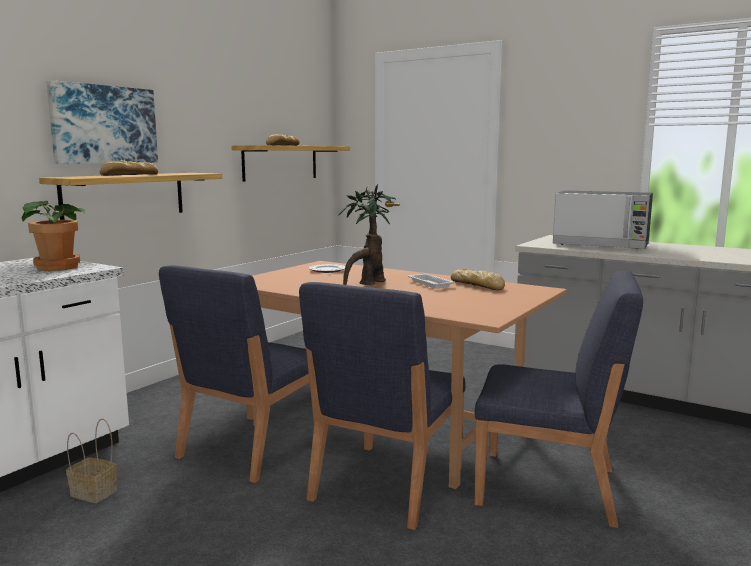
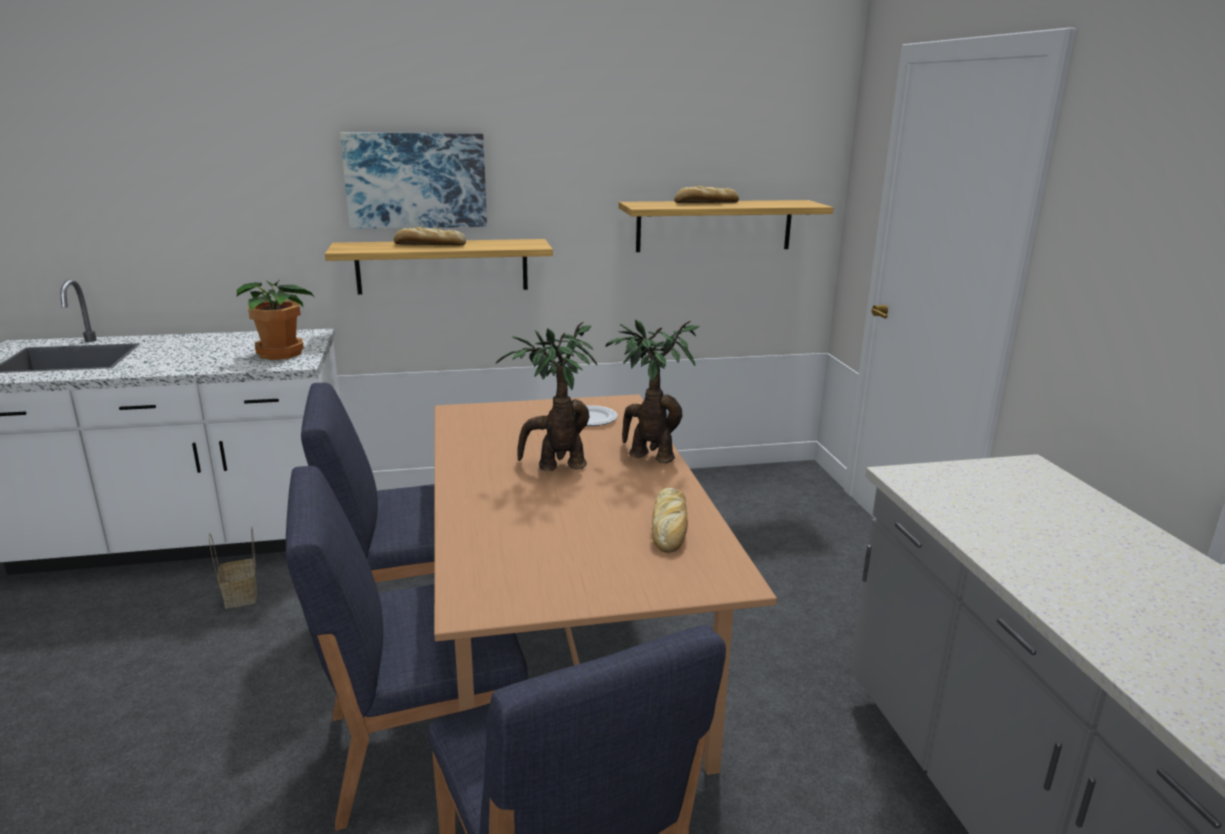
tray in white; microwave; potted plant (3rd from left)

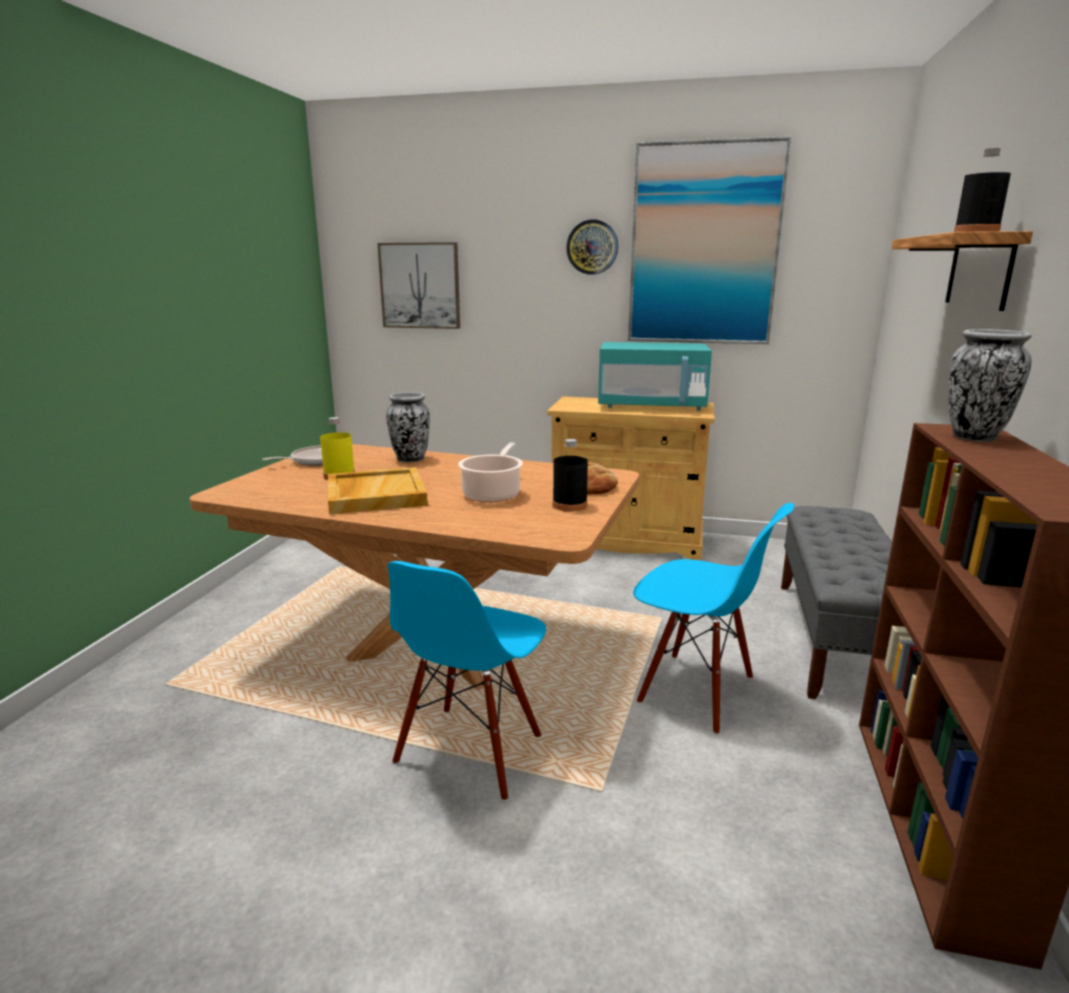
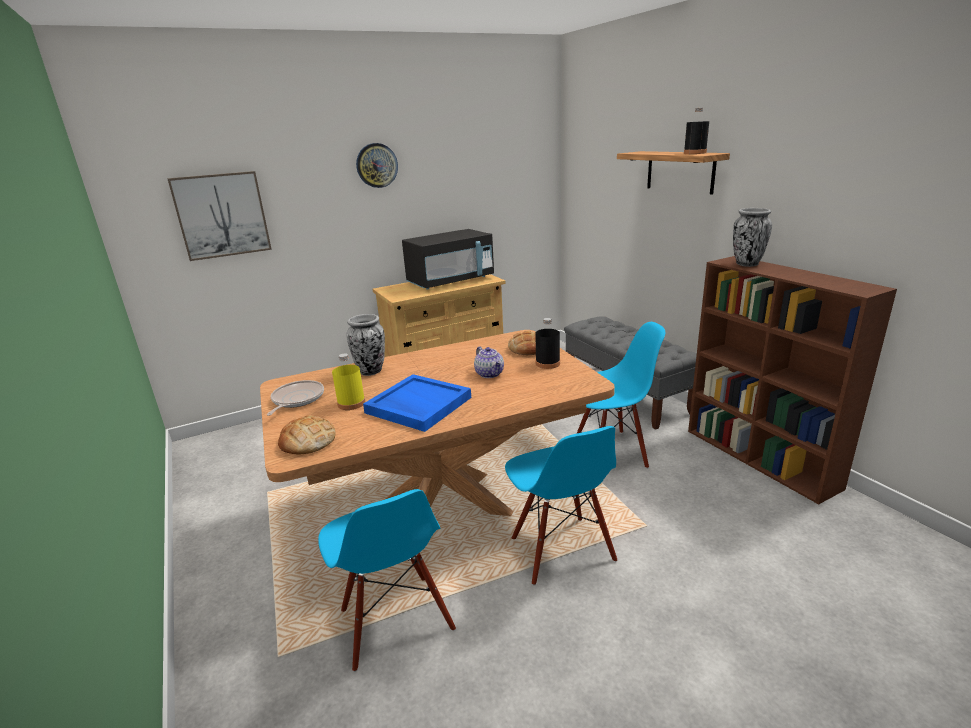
picture (2nd from left in the first image); bread (1st from left); chair in blue (1st from left); teapot; tray in blue; microwave in black

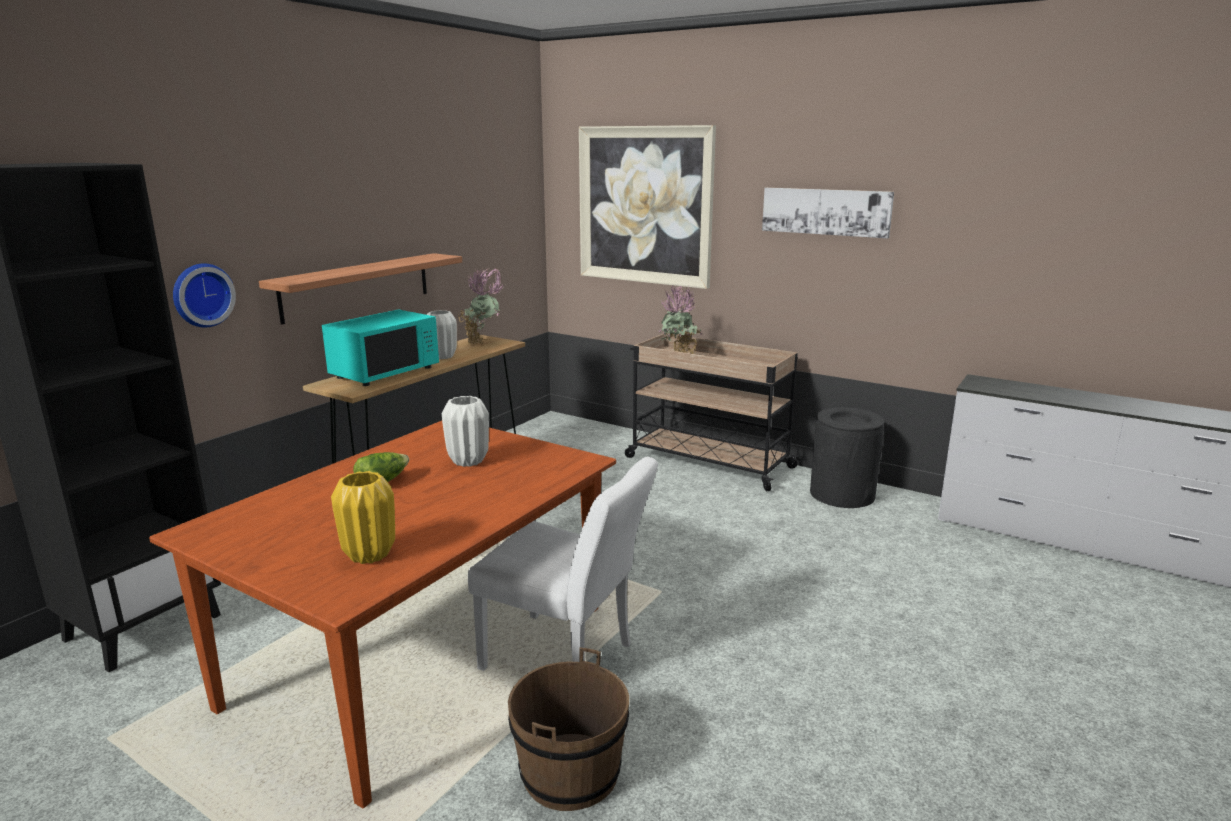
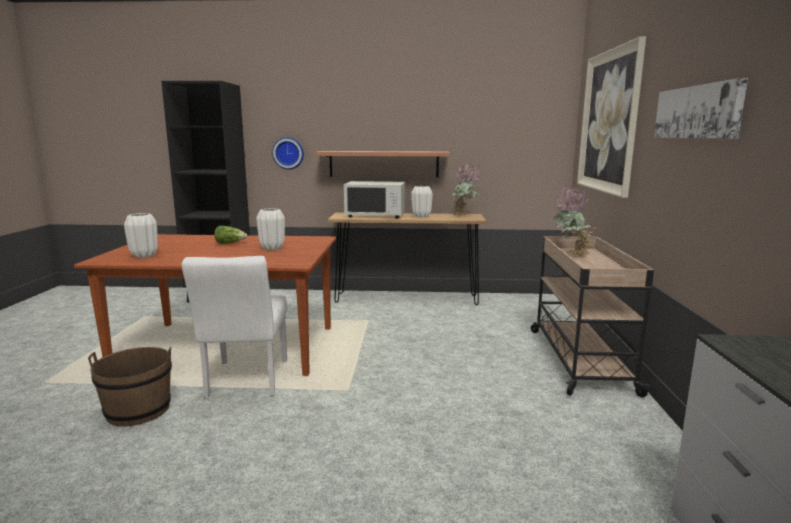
trash can in black; microwave in white; vase in white (1st from left)

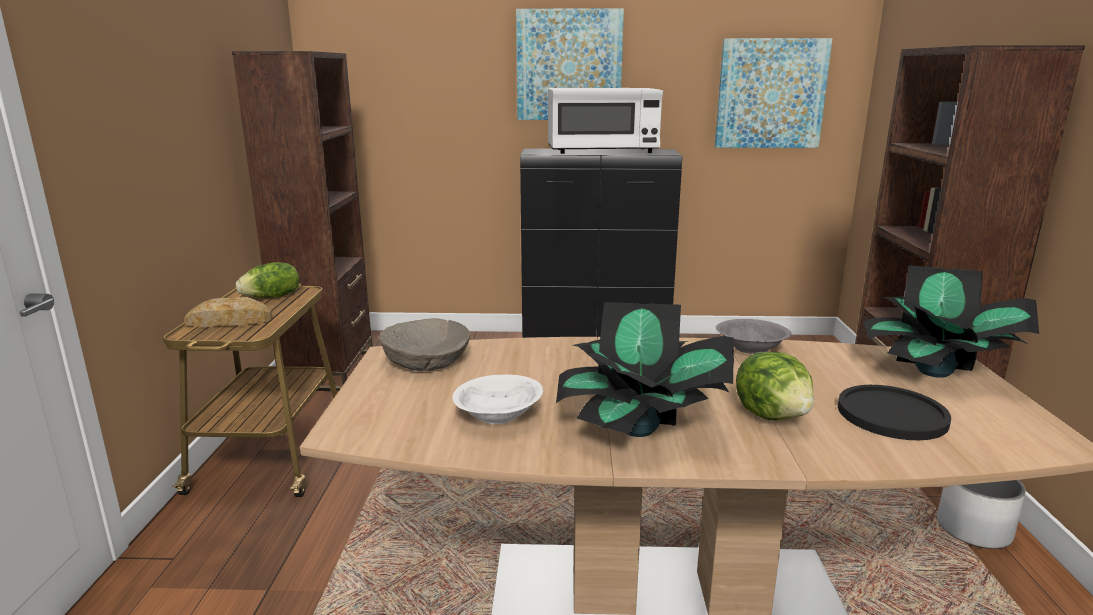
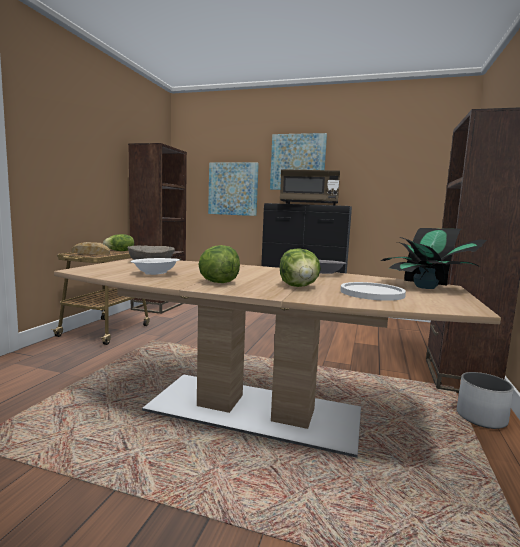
picture (1st from left); lettuce (2nd from left); microwave in brown; plate in white

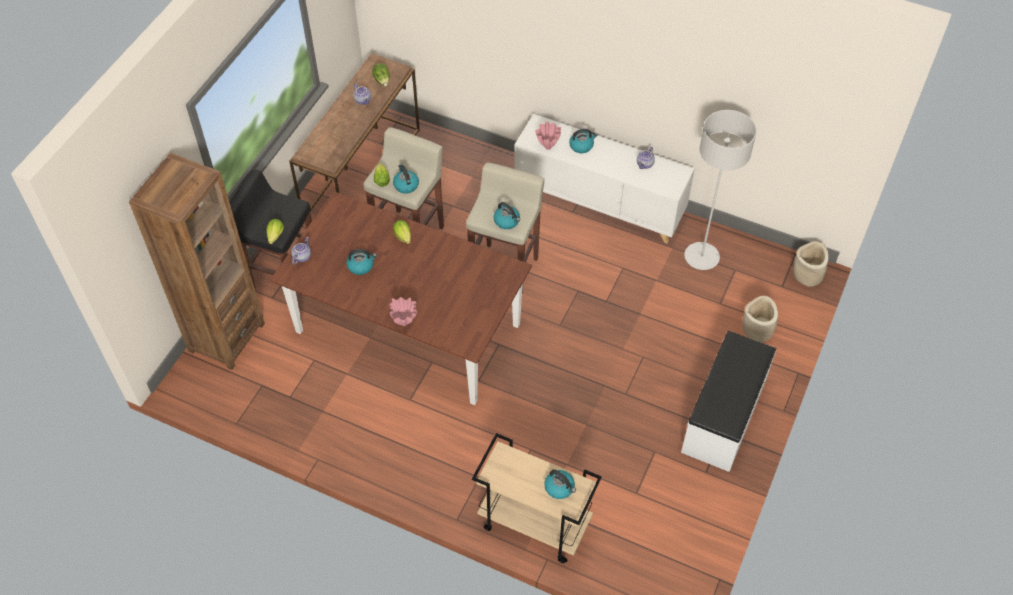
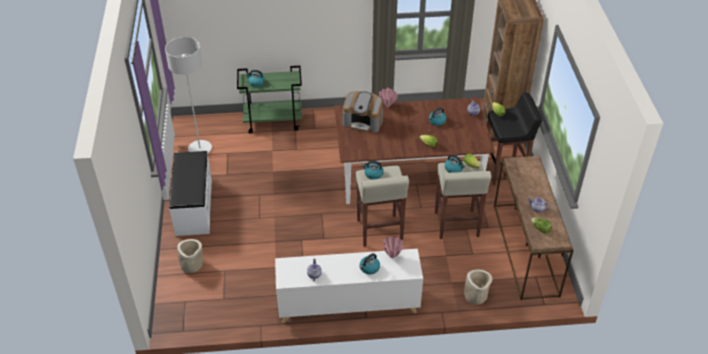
coffee machine; floor lamp in grey; planter in beige (2nd from left); cart in green

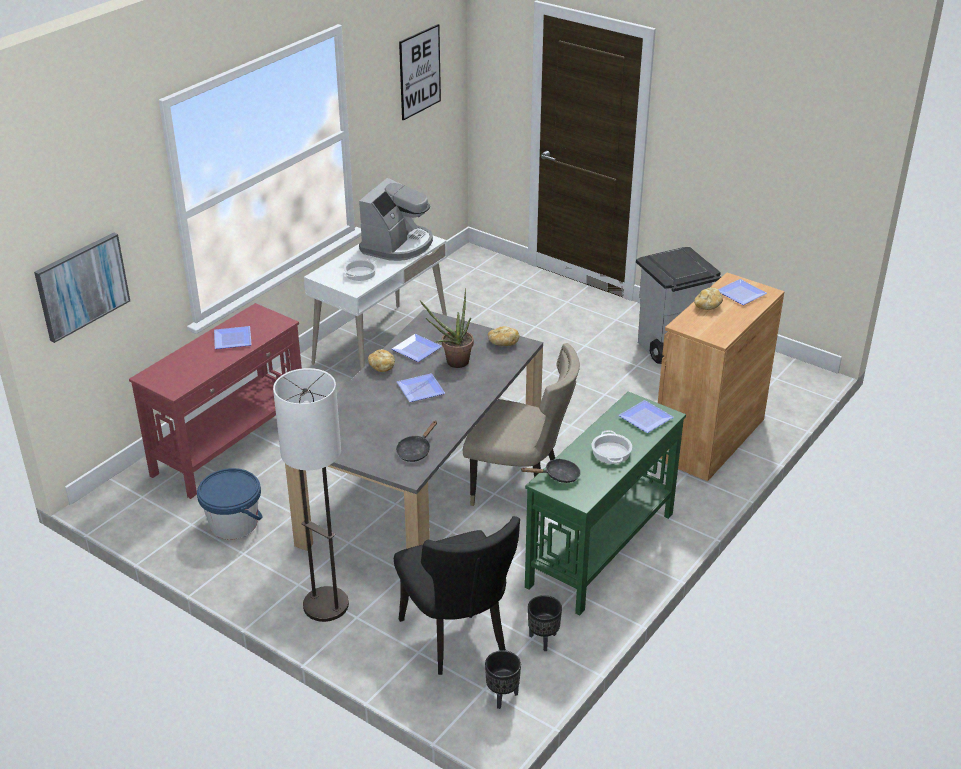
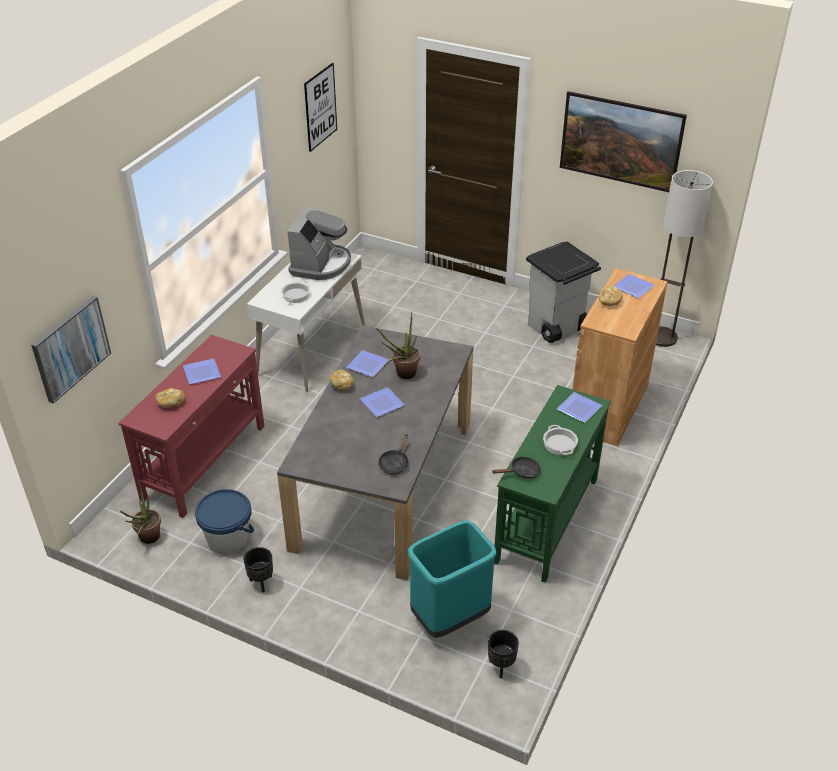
chair in beige; potted plant (1st from left); picture (3rd from left); floor lamp; bread (1st from left); planter in black (1st from left); trash can in turquoise

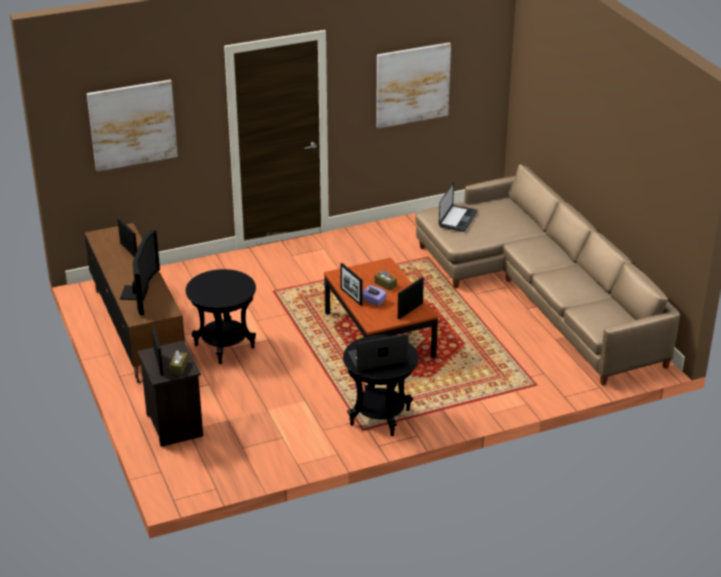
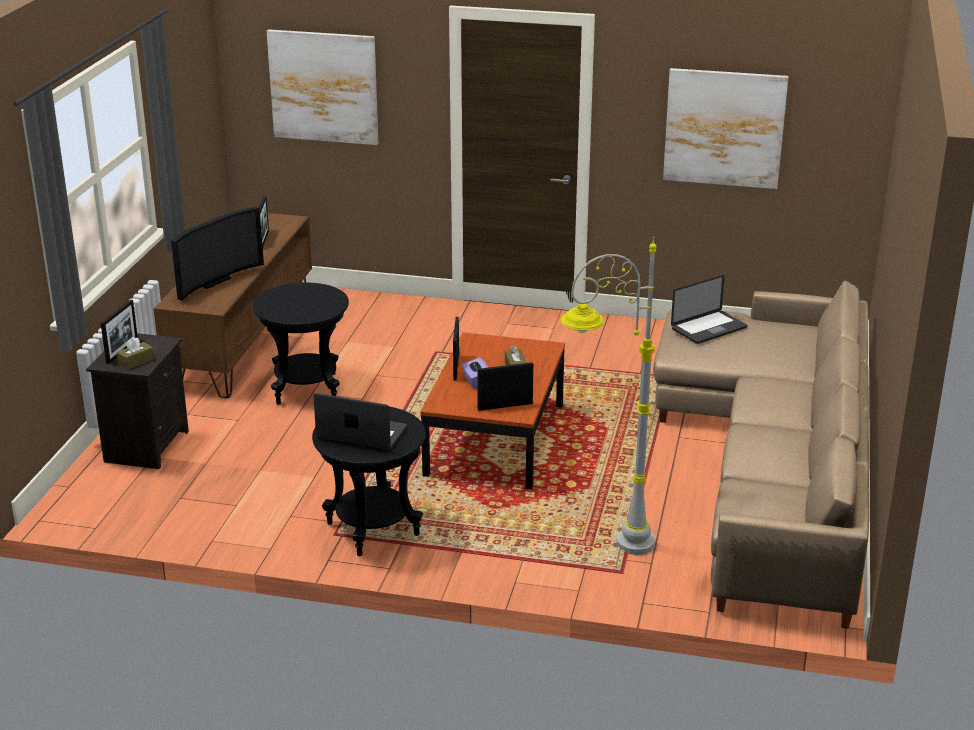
floor lamp in grey

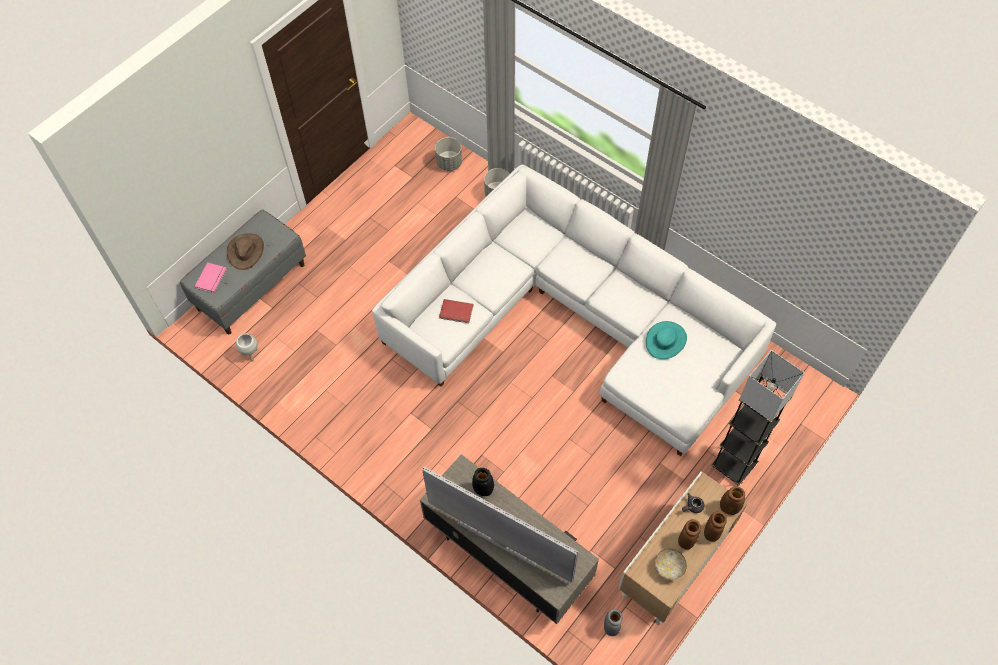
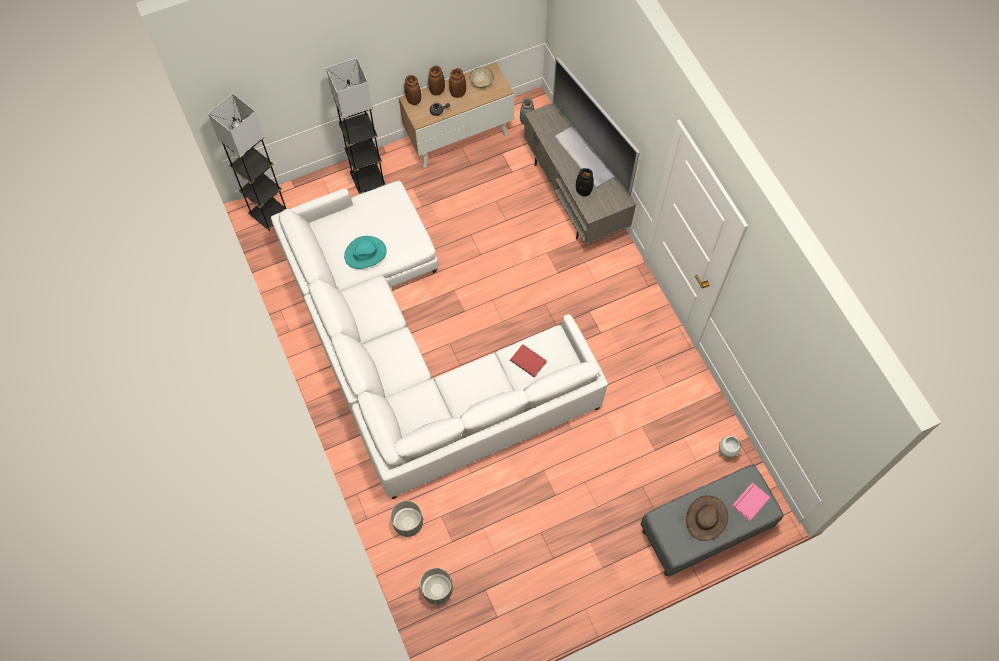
floor lamp in grey (1st from left)

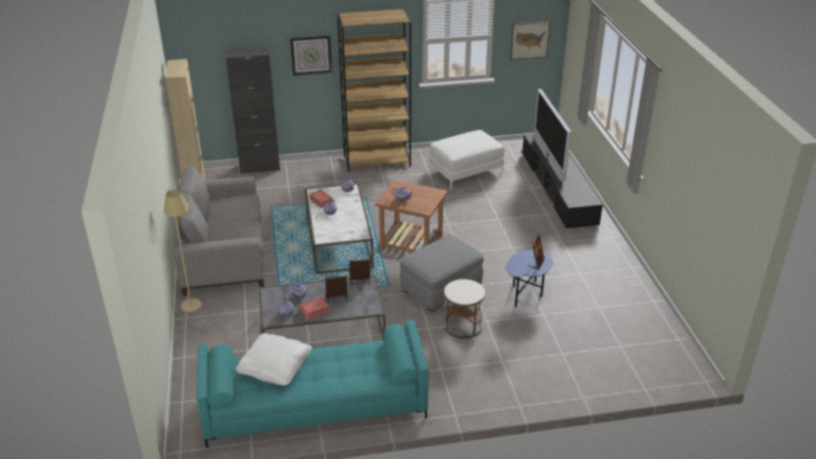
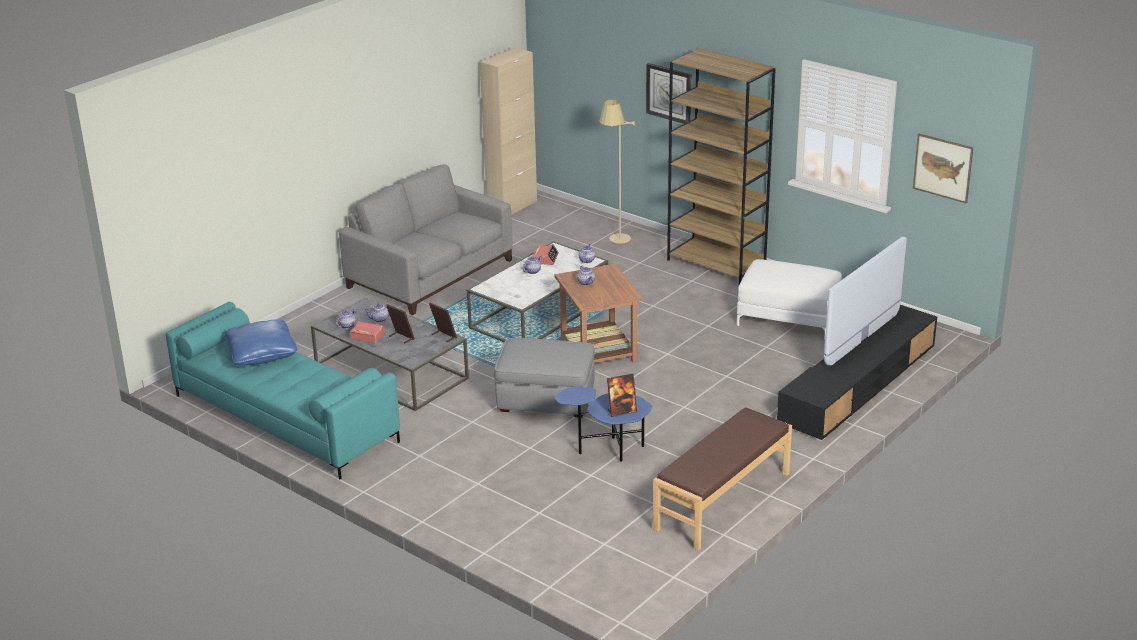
cabinet in black; side table in white; bench in brown; floor lamp in beige; pillow in blue

